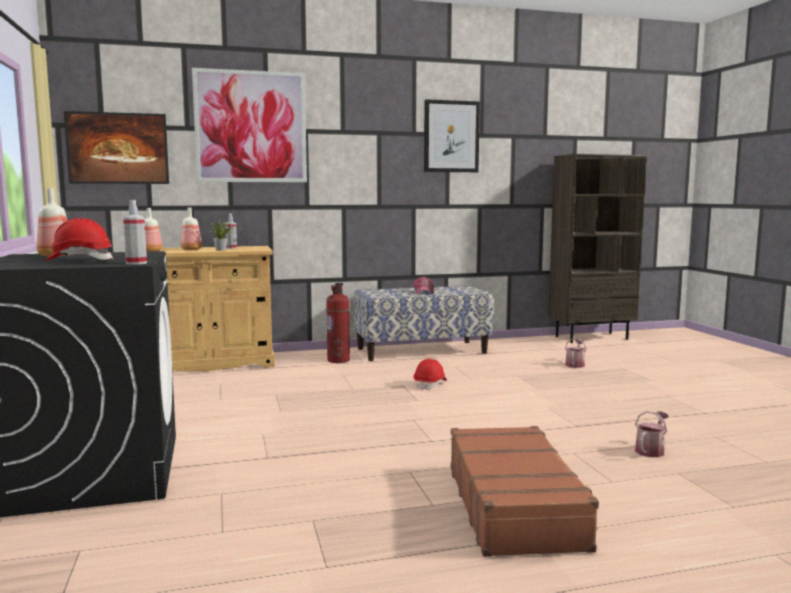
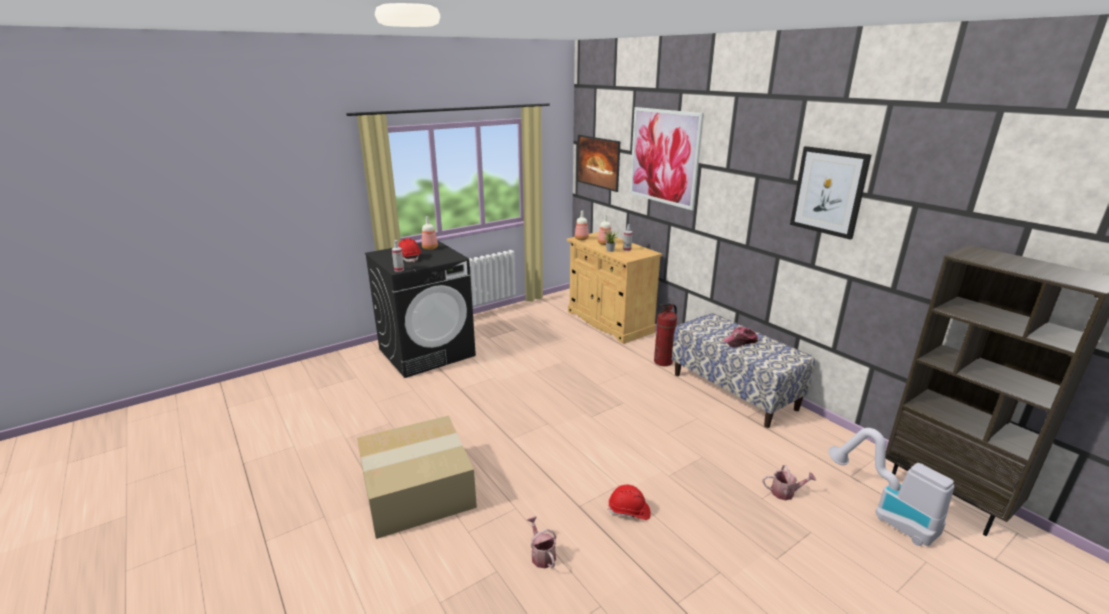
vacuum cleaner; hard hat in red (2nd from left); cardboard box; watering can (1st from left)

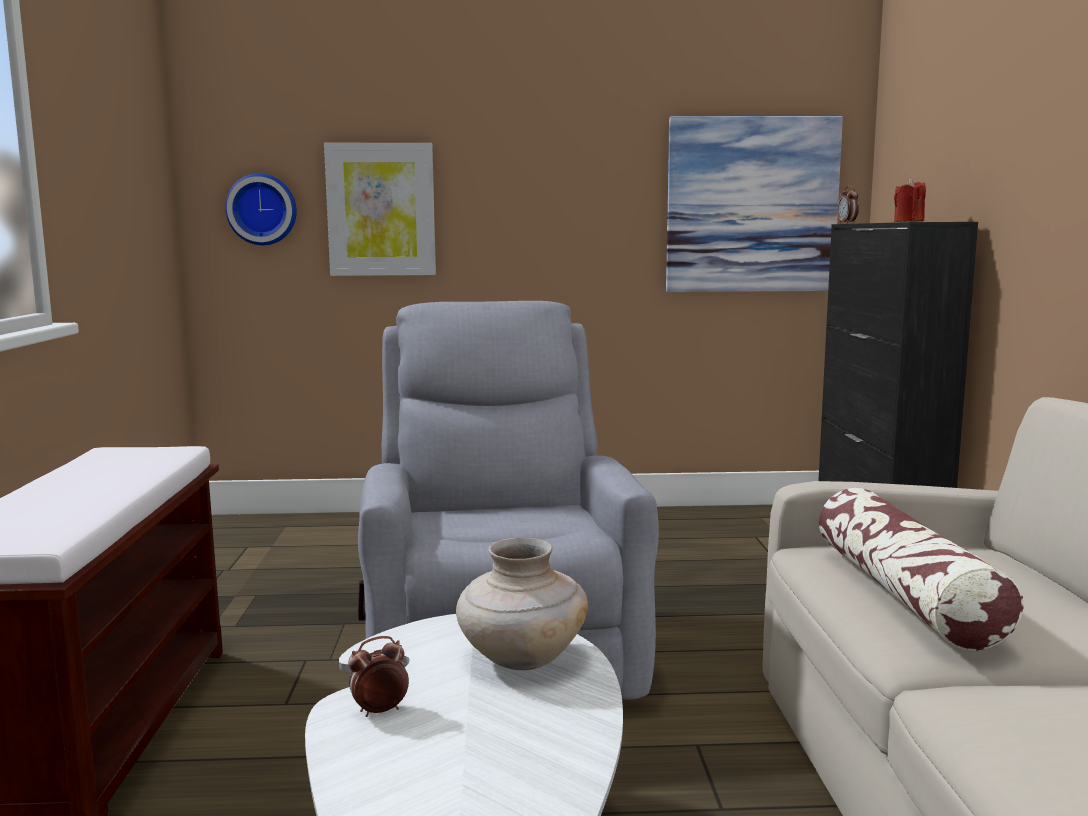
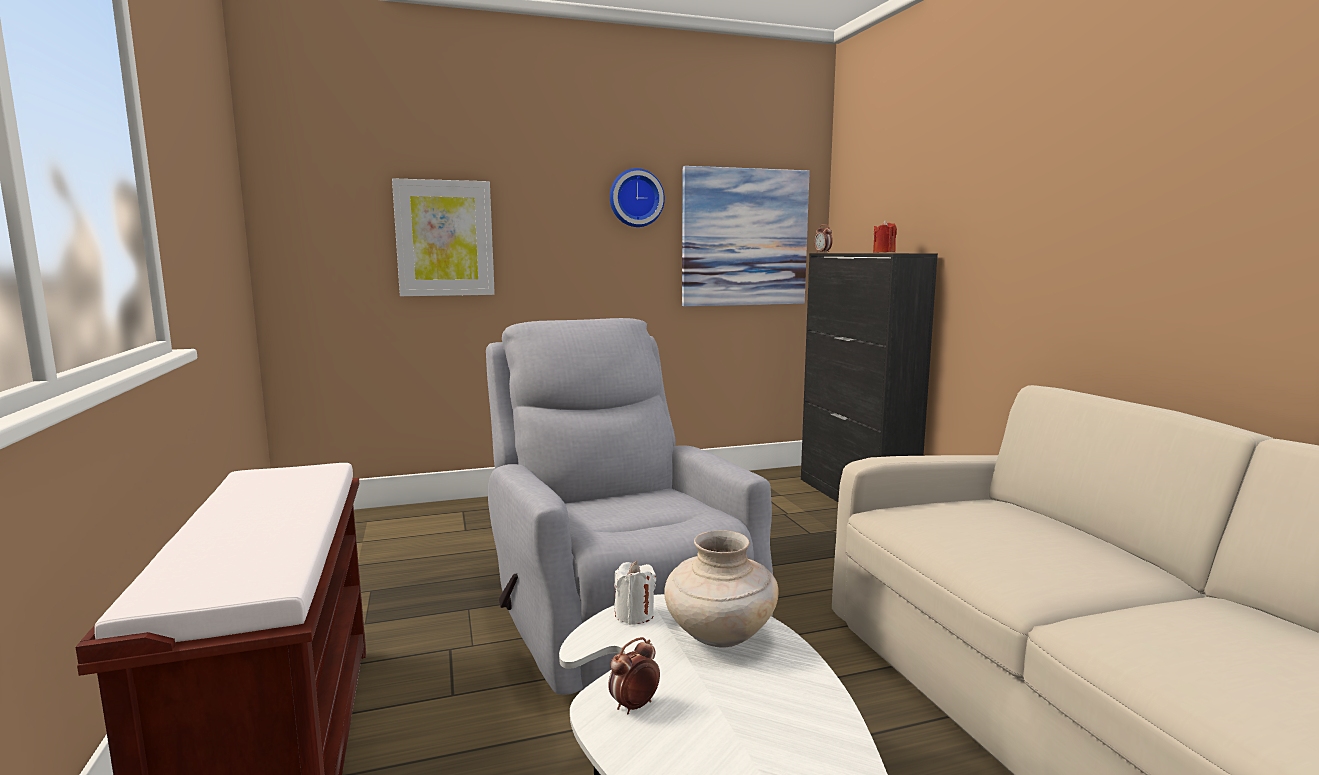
pillow; candle in white; wall clock

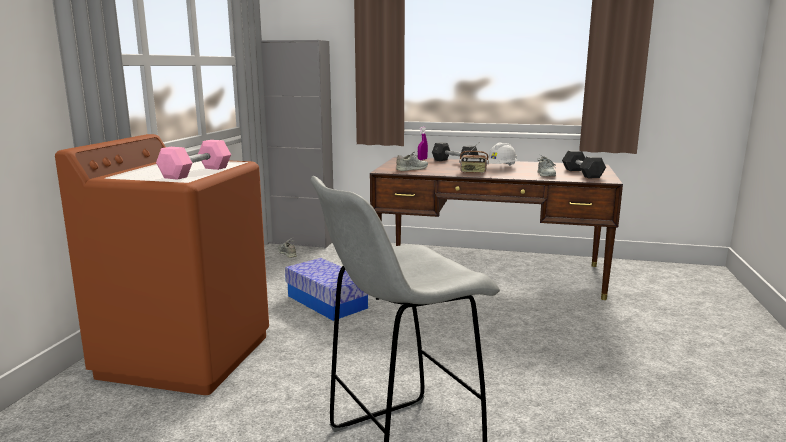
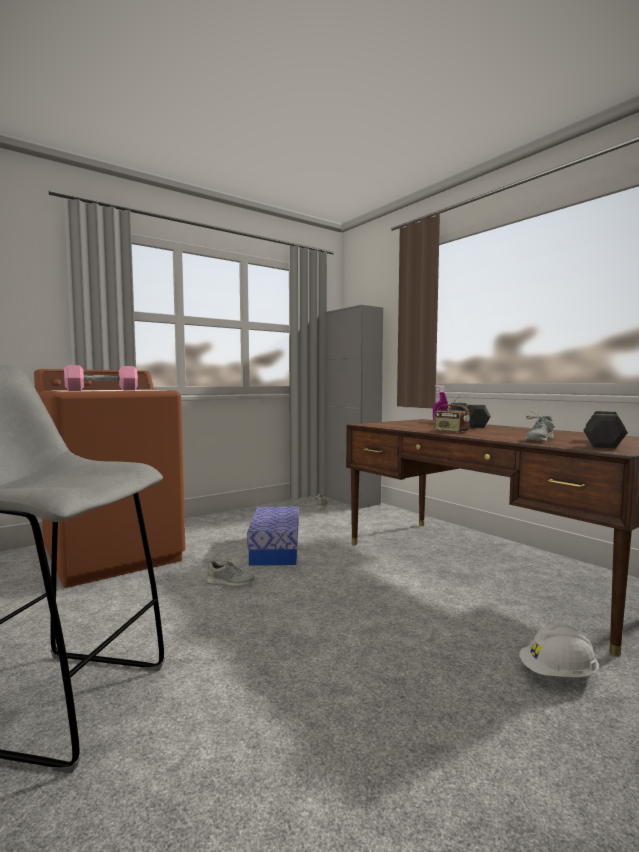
shoe in grey (1st from left); hard hat in white

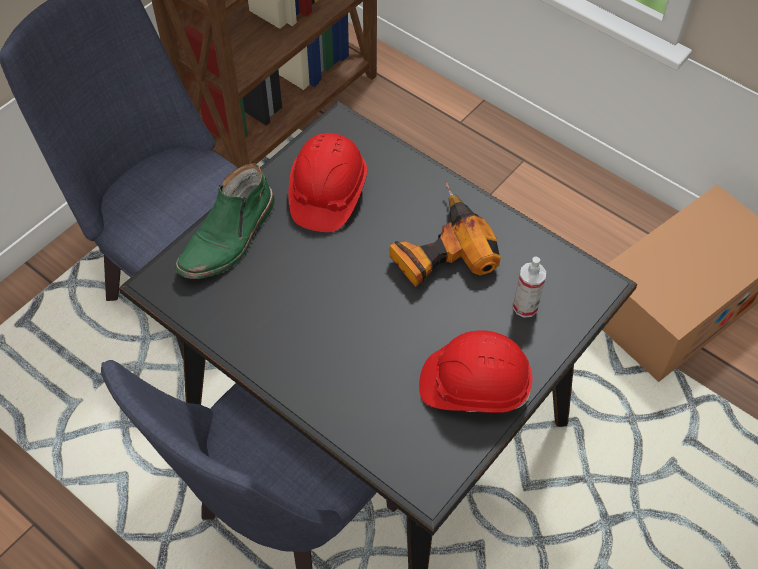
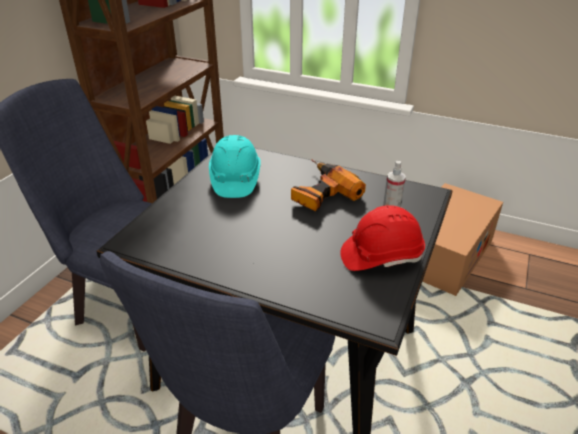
boot in green; hard hat in turquoise

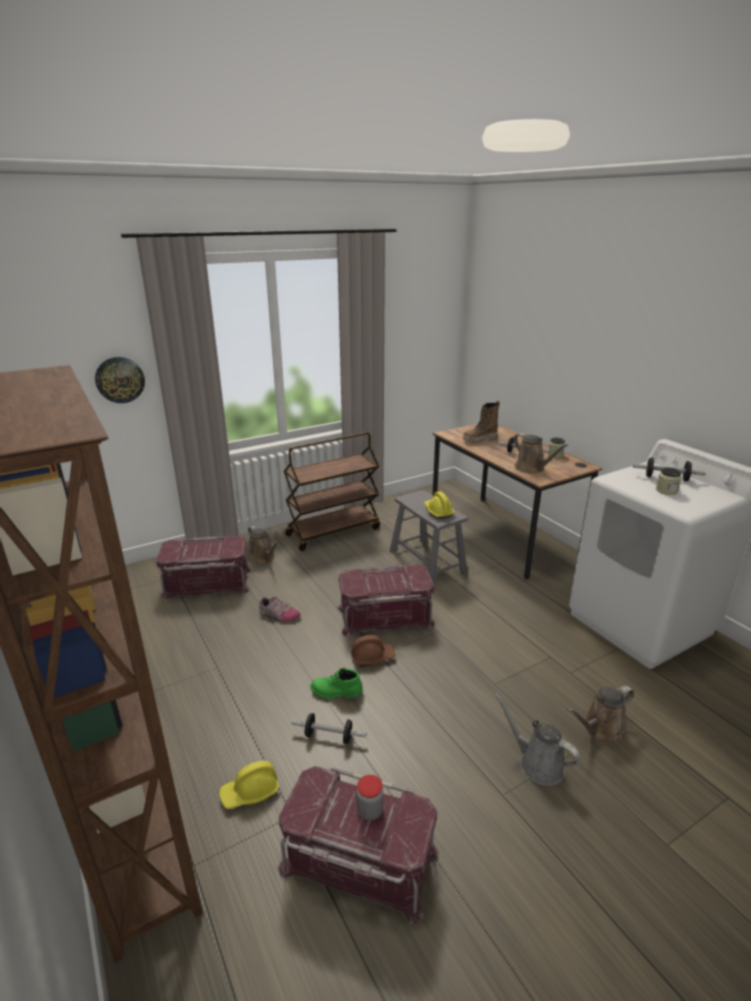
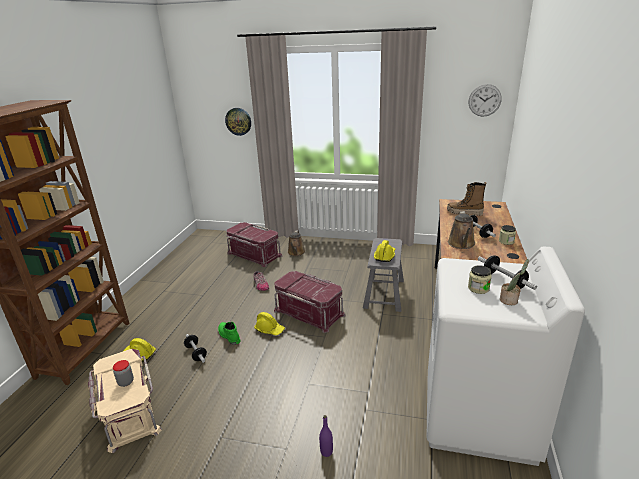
cart in brown; watering can in grey; wall clock (2nd from left); potted plant; bottle in purple; storage box in beige; hard hat in yellow (2nd from left)

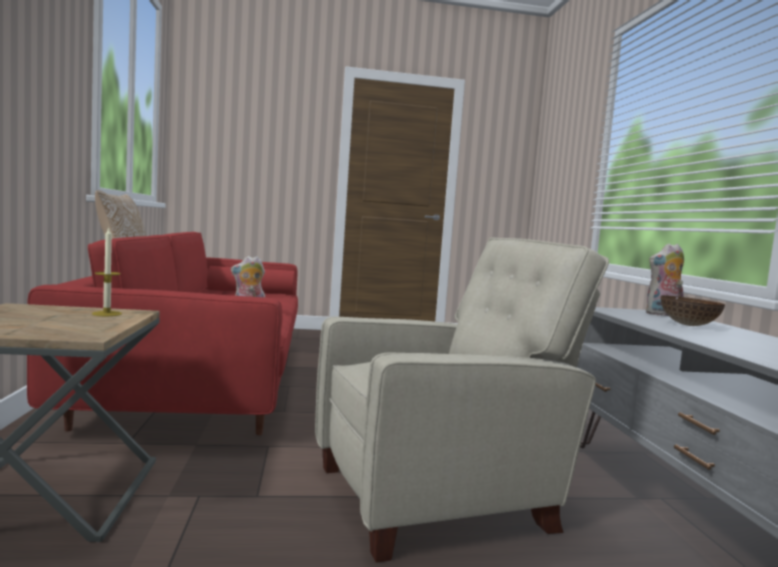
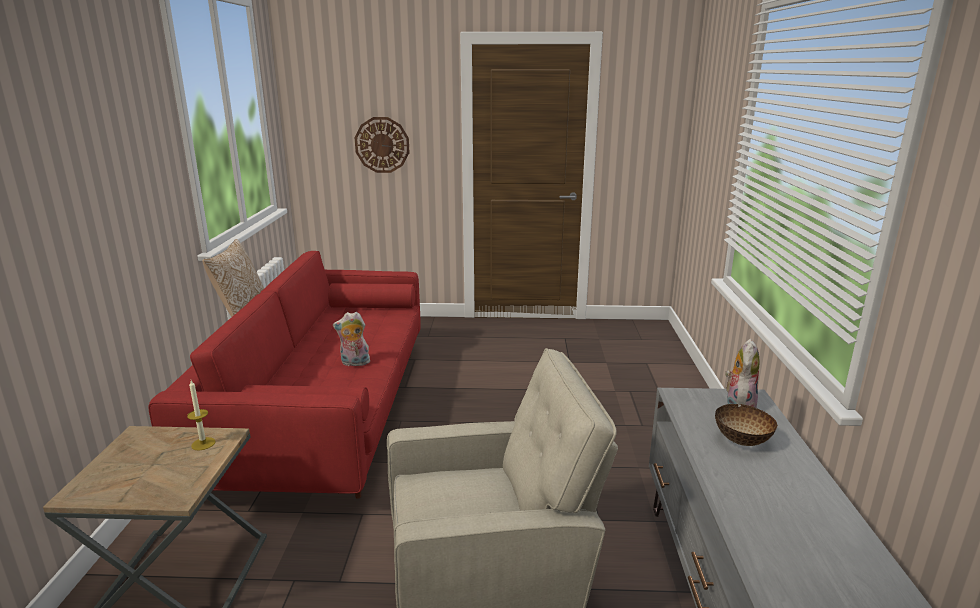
wall clock; plush toy (2nd from left)

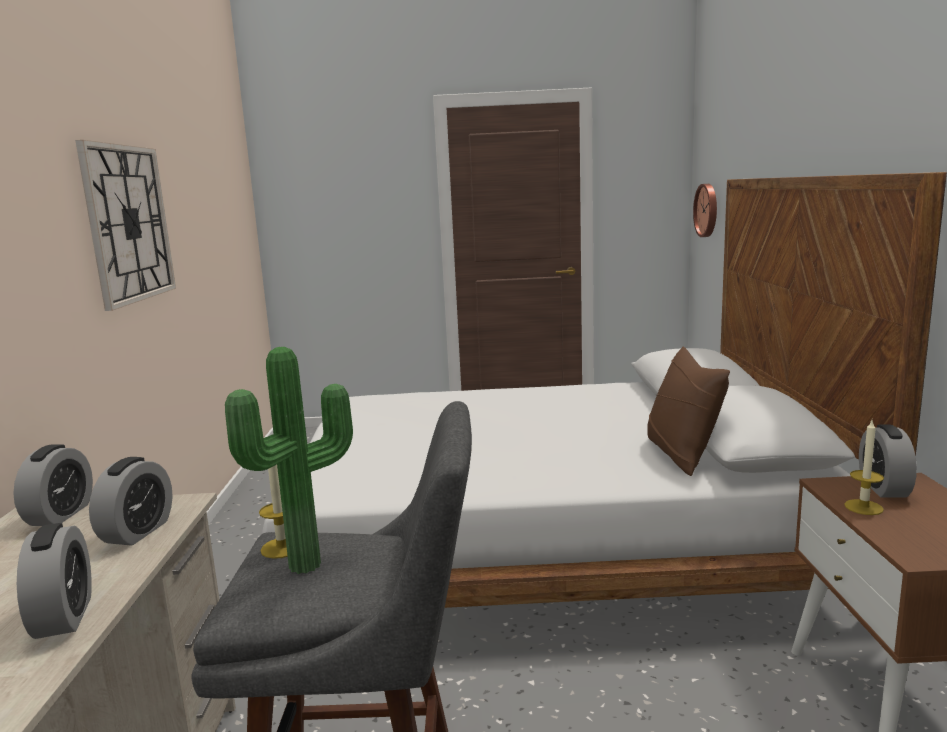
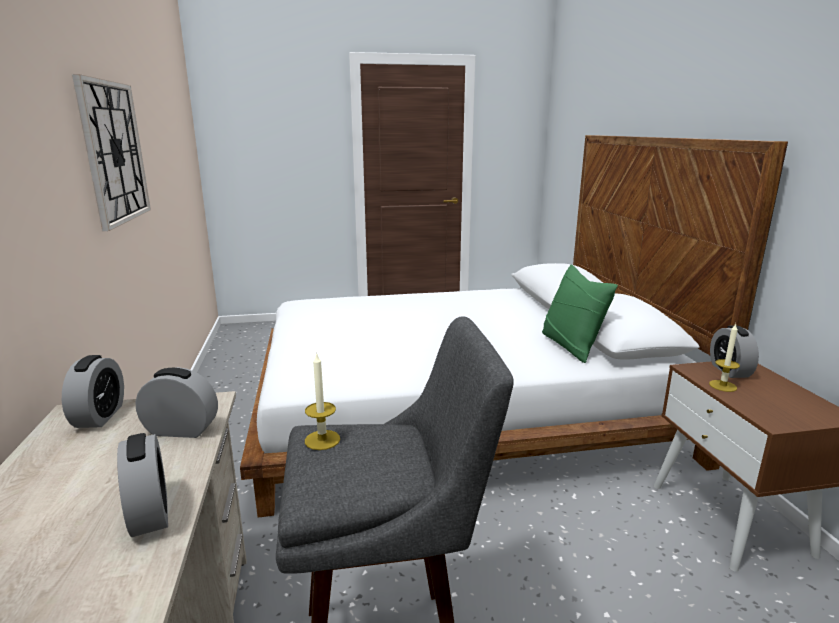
potted plant; wall clock (2nd from left in the first image); pillow in green; alarm clock (3rd from left)

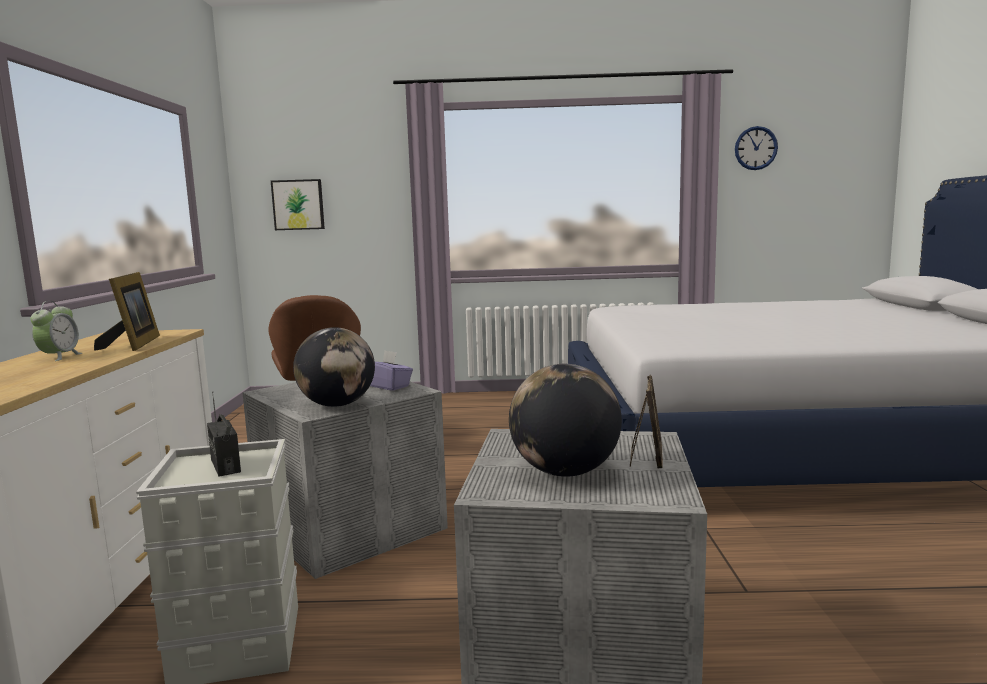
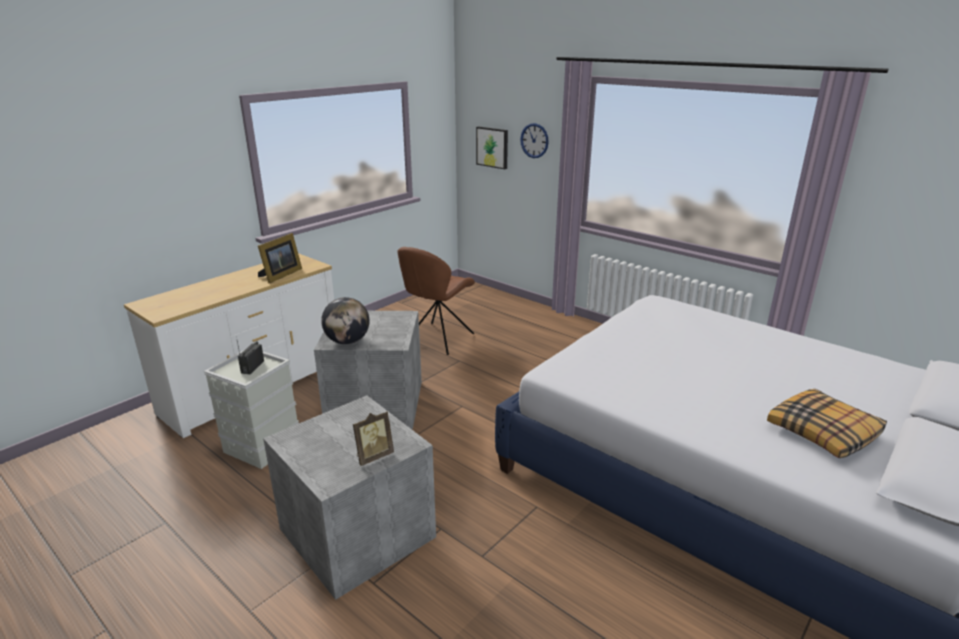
alarm clock; tissue box in purple; globe (2nd from left in the first image); pillow; wall clock

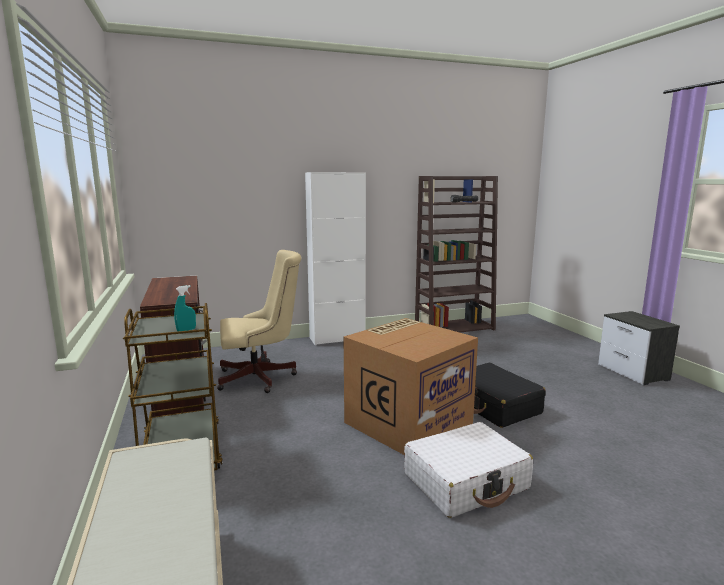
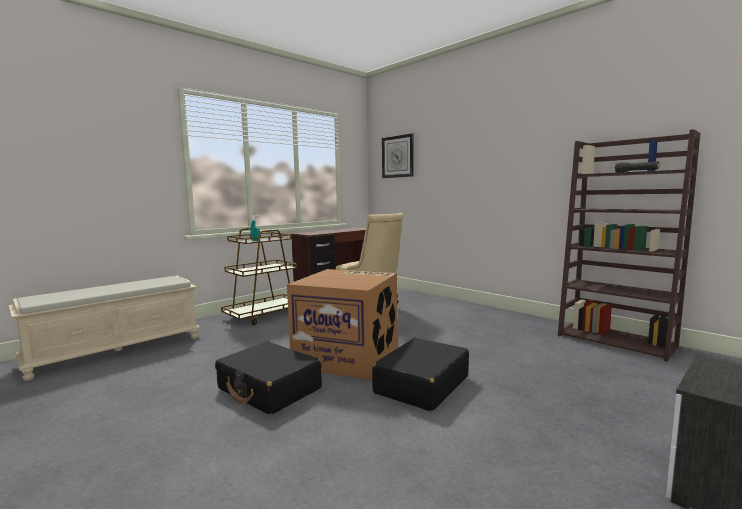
cabinet in white; wall clock; suitcase in black (1st from left)

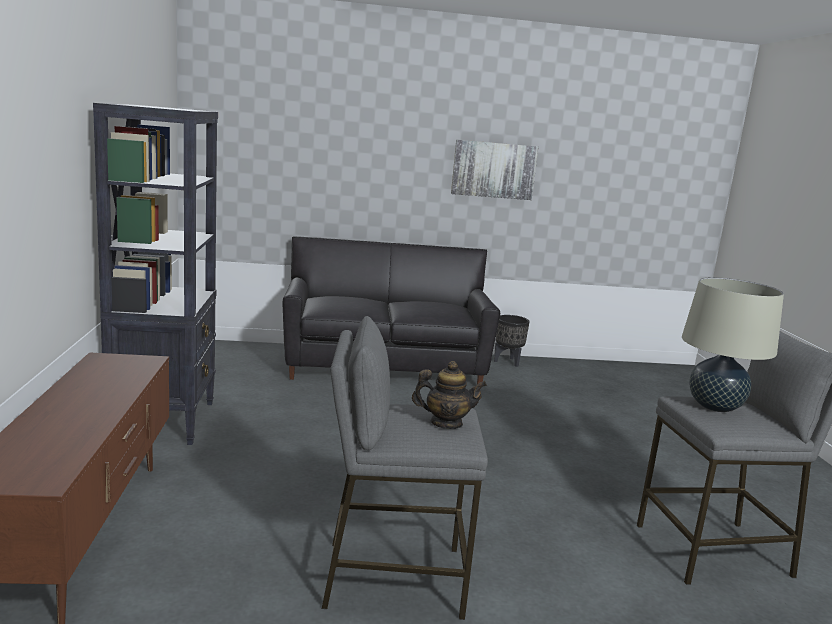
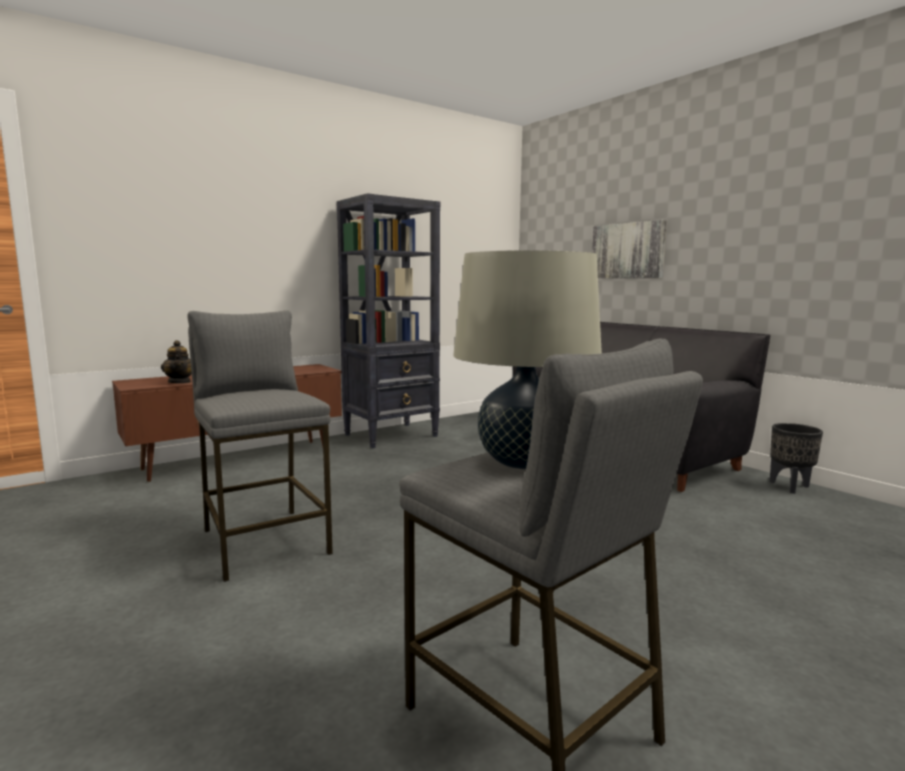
teapot; picture

